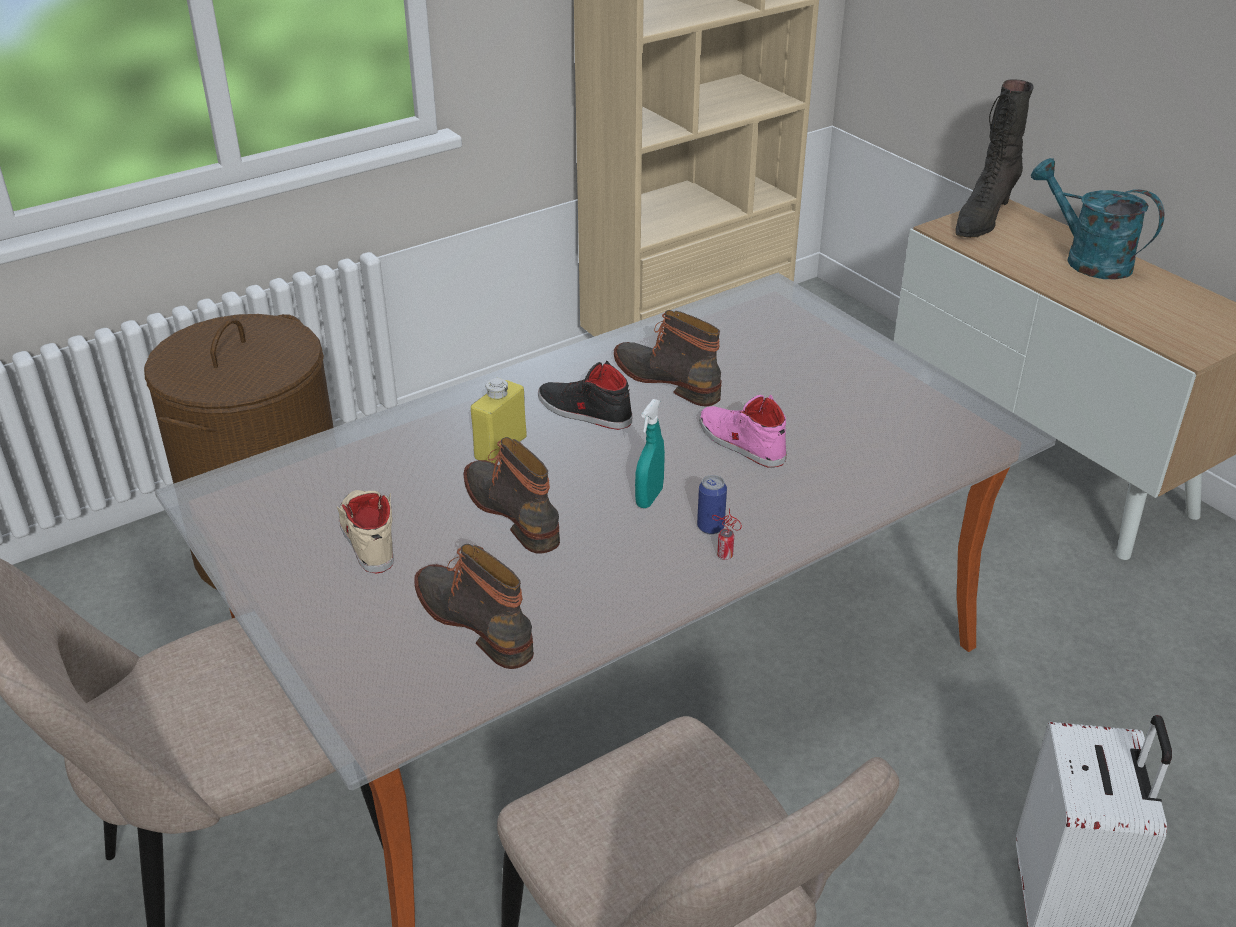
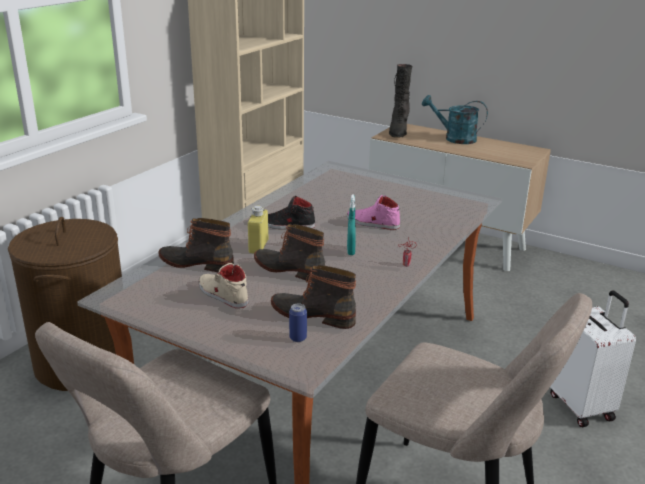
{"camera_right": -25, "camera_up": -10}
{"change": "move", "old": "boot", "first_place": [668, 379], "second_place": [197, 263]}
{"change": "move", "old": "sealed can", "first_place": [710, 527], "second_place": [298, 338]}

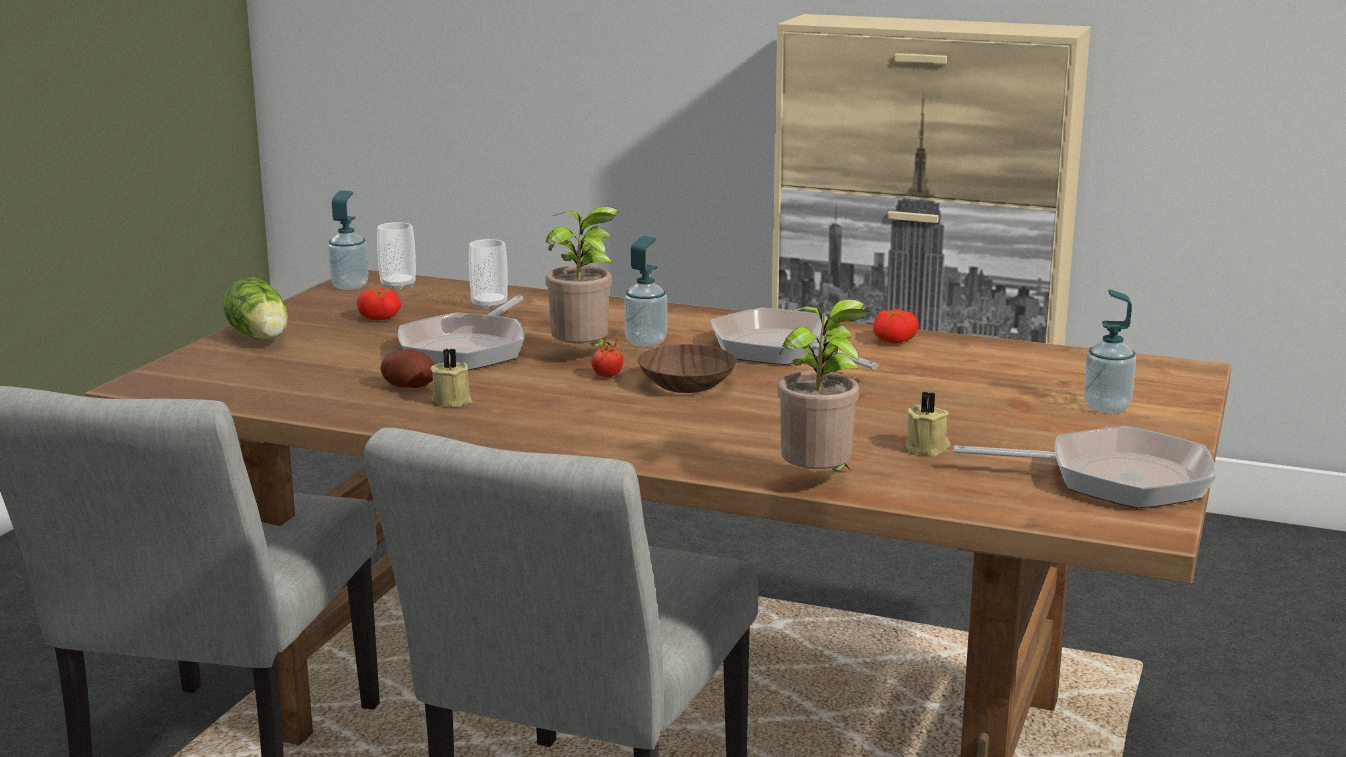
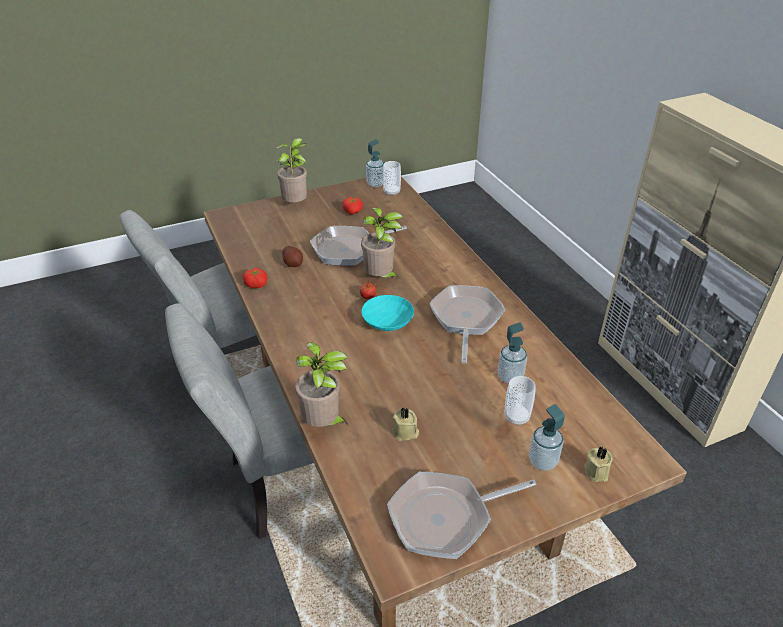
{"camera_right": 45, "camera_up": 20}
{"change": "move", "old": "candle (beige)", "first_place": [452, 400], "second_place": [597, 471]}
{"change": "move", "old": "cup", "first_place": [489, 306], "second_place": [516, 417]}
{"change": "move", "old": "soap dispenser", "first_place": [646, 342], "second_place": [510, 377]}
{"change": "move", "old": "fresh tomato", "first_place": [892, 340], "second_place": [256, 284]}
{"change": "replace", "old": "lettuce", "new": "houseplant", "first_place": [261, 338], "second_place": [296, 205]}
{"change": "recolor", "old": "deep dish (brown)", "new": "deep dish (turquoise-coloured)", "first_place": [686, 383], "second_place": [388, 320]}
{"change": "rotate", "old": "frying pan", "first_place": [1115, 479], "second_place": [446, 518], "degrees": 105}

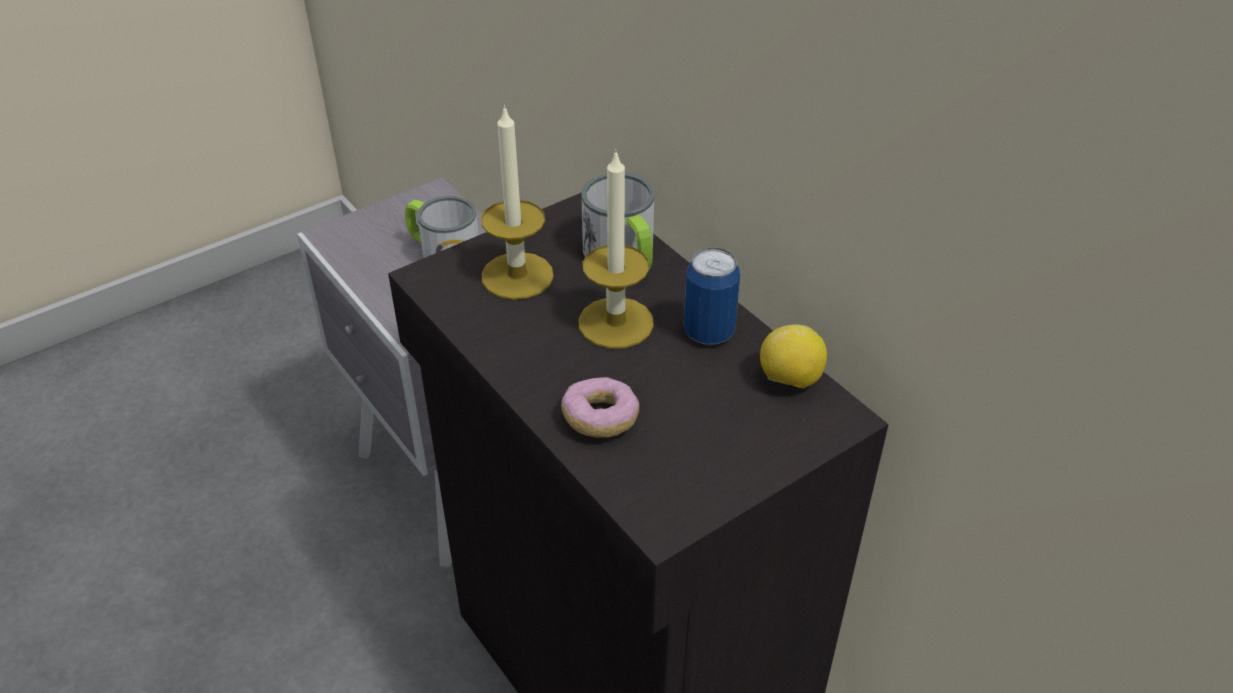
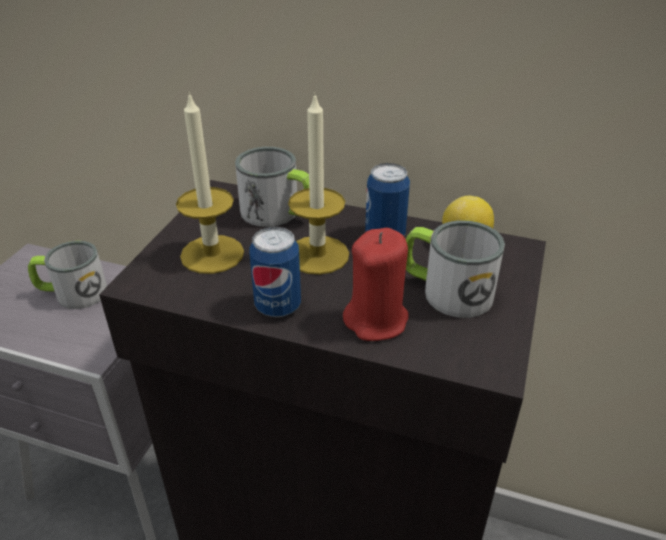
{"camera_right": -35, "camera_up": -5}
{"change": "insert", "new": "sealed can", "second_place": [278, 306]}
{"change": "insert", "new": "tea mug", "second_place": [446, 290]}
{"change": "replace", "old": "doughnut", "new": "candle (red-coloured)", "first_place": [600, 419], "second_place": [376, 320]}

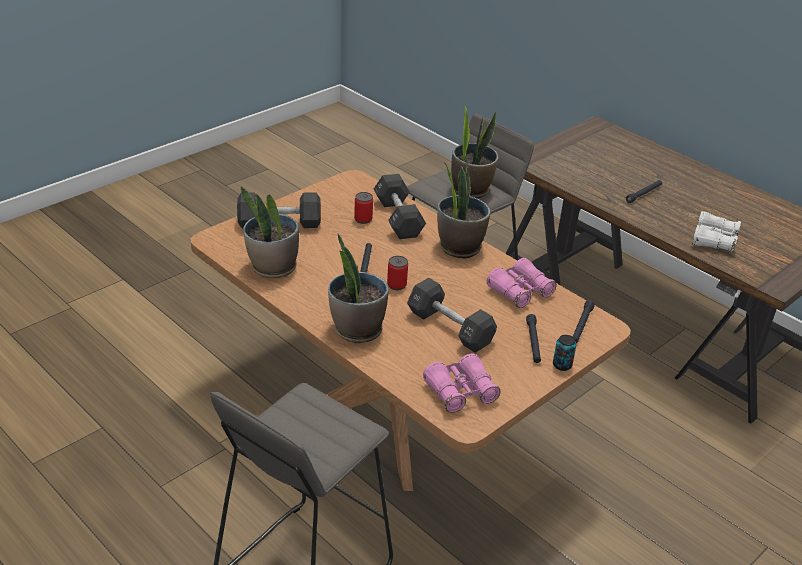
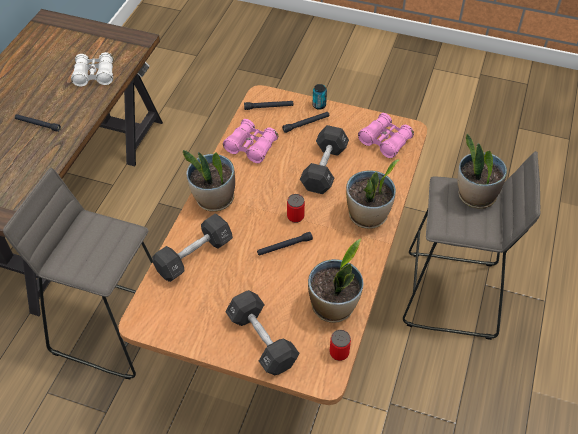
{"camera_right": -115, "camera_up": 15}
{"change": "move", "old": "sealed can", "first_place": [363, 219], "second_place": [339, 353]}
{"change": "move", "old": "houseplant", "first_place": [470, 190], "second_place": [475, 196]}

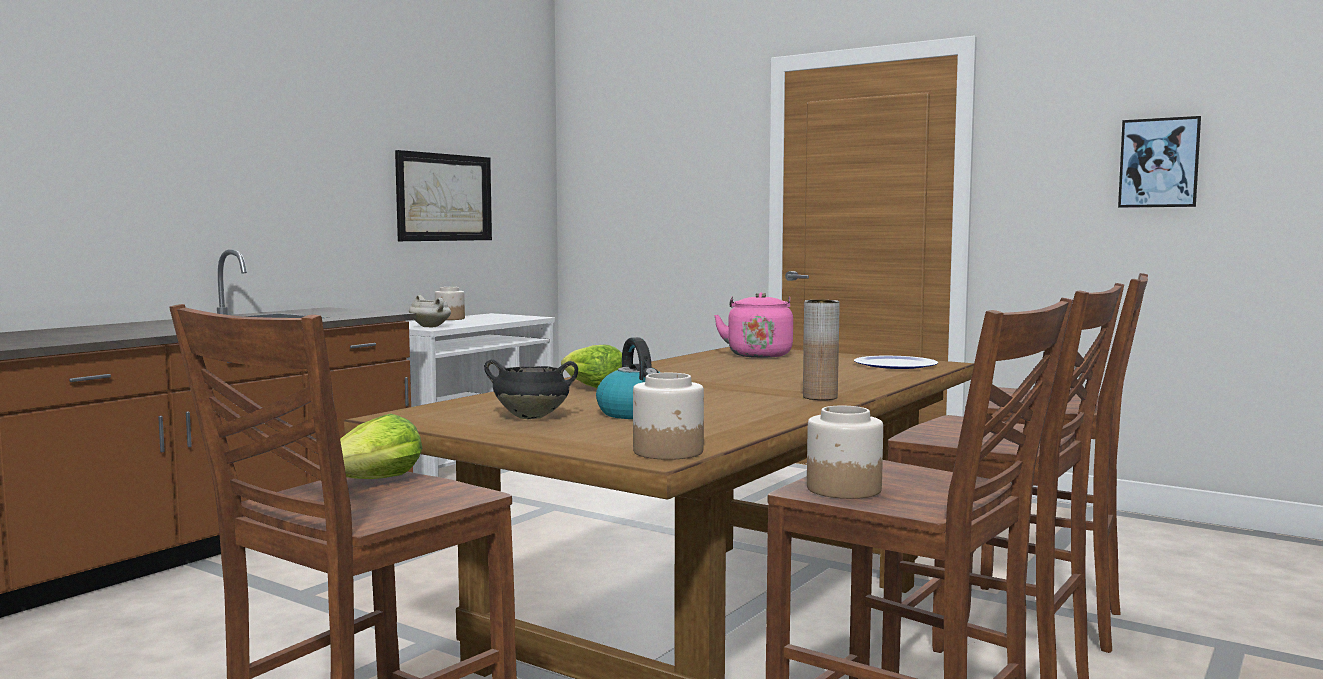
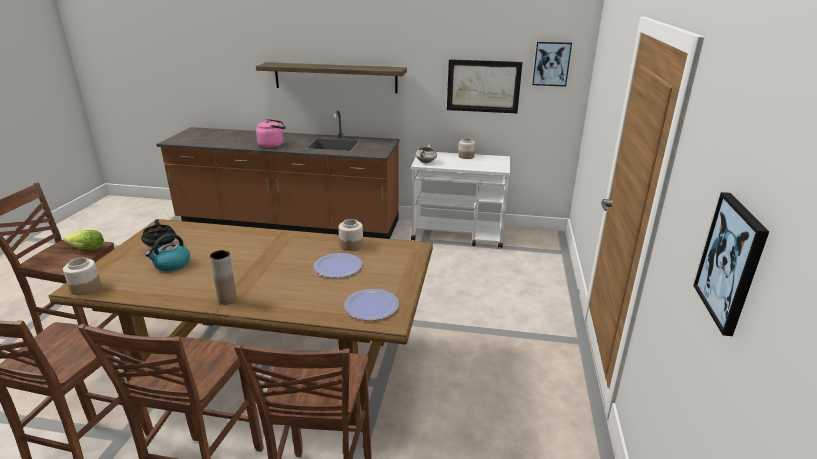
{"camera_right": 65, "camera_up": 20}
{"change": "delete", "old": "lettuce", "first_place": [592, 388]}
{"change": "insert", "new": "shelf", "second_place": [335, 77]}
{"change": "insert", "new": "flat dish", "second_place": [338, 266]}
{"change": "insert", "new": "wall art", "second_place": [551, 64]}
{"change": "move", "old": "water kettle (pinkish)", "first_place": [758, 354], "second_place": [273, 145]}
{"change": "move", "old": "storage jar", "first_place": [842, 489], "second_place": [351, 245]}

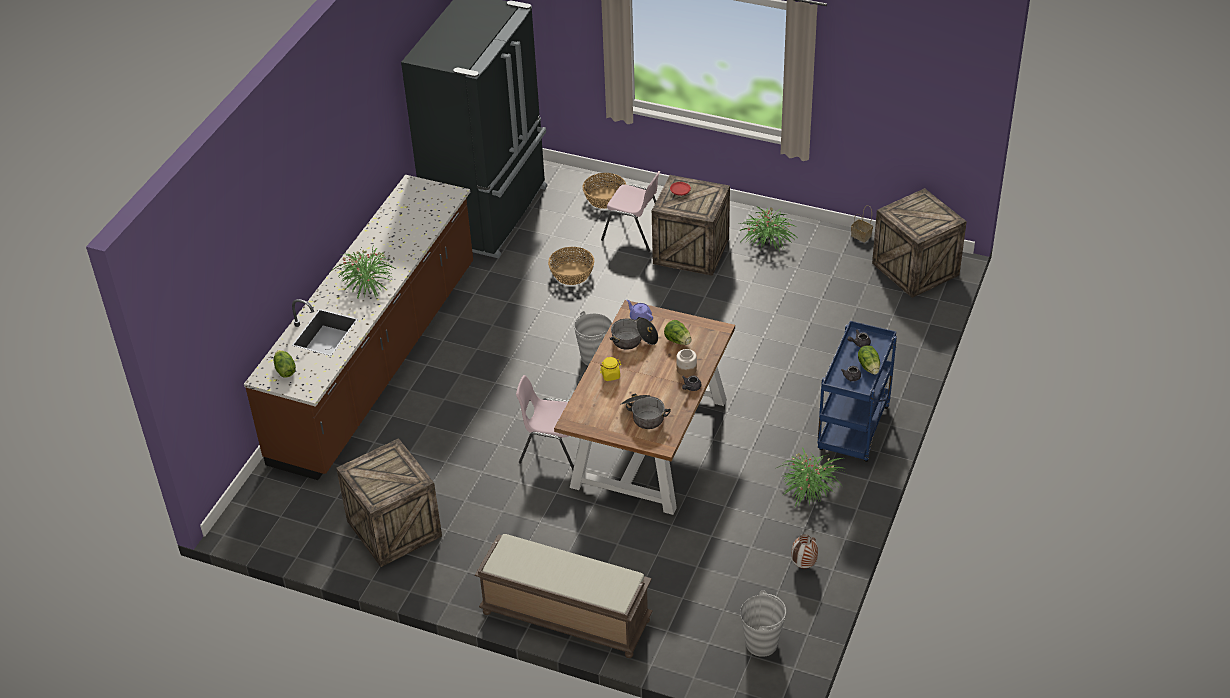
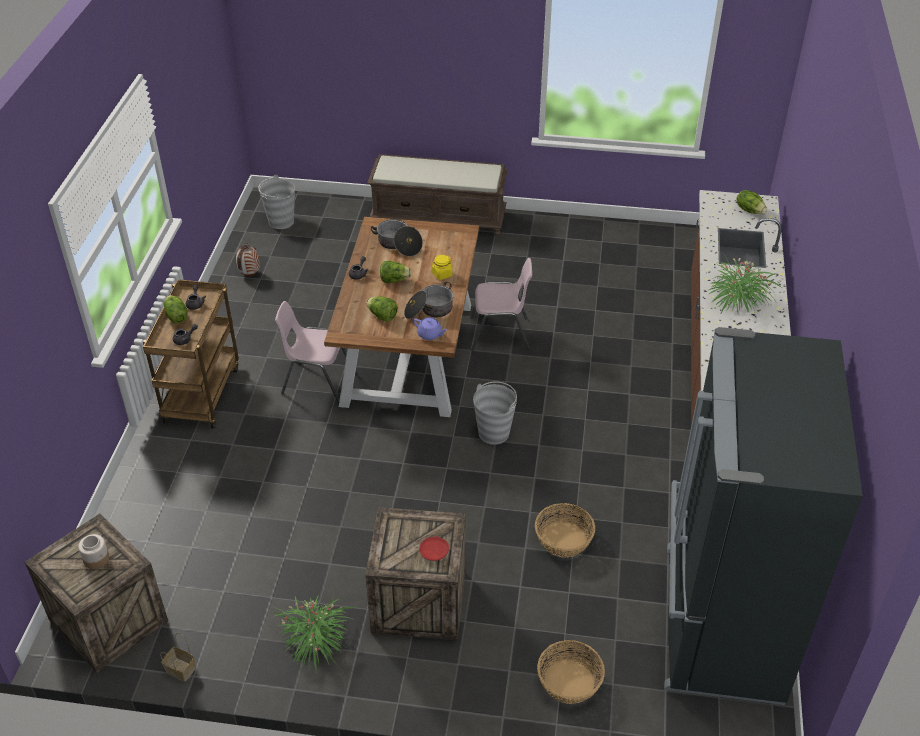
{"camera_right": 165, "camera_up": 0}
{"change": "delete", "old": "crate", "first_place": [393, 528]}
{"change": "delete", "old": "houseplant", "first_place": [809, 487]}
{"change": "insert", "new": "lettuce", "second_place": [394, 280]}
{"change": "move", "old": "plain chair (pinkish)", "first_place": [634, 233], "second_place": [316, 380]}
{"change": "move", "old": "storage jar", "first_place": [686, 369], "second_place": [96, 559]}
{"change": "recolor", "old": "cart (blue)", "new": "cart (brown)", "first_place": [854, 431], "second_place": [201, 393]}

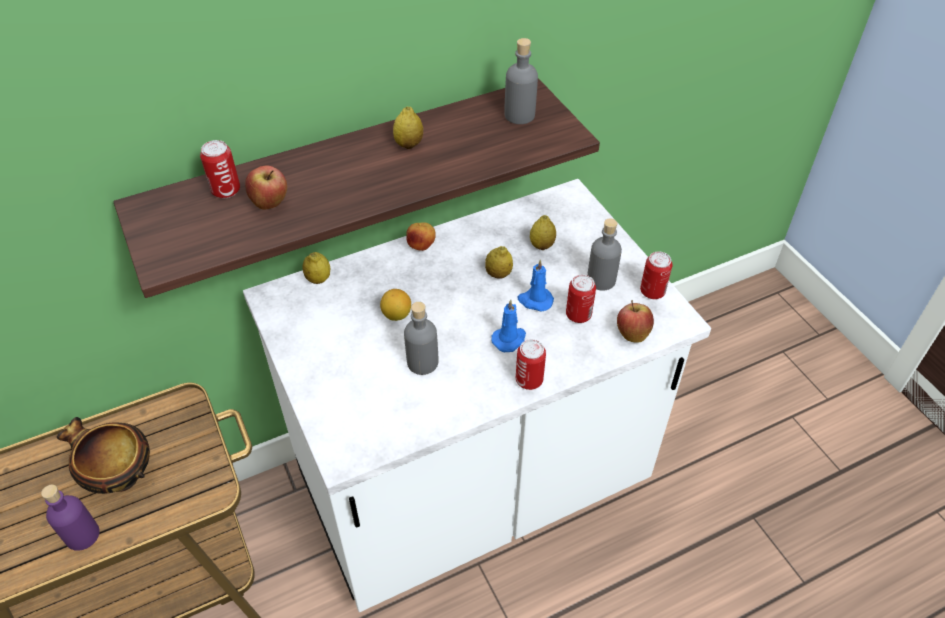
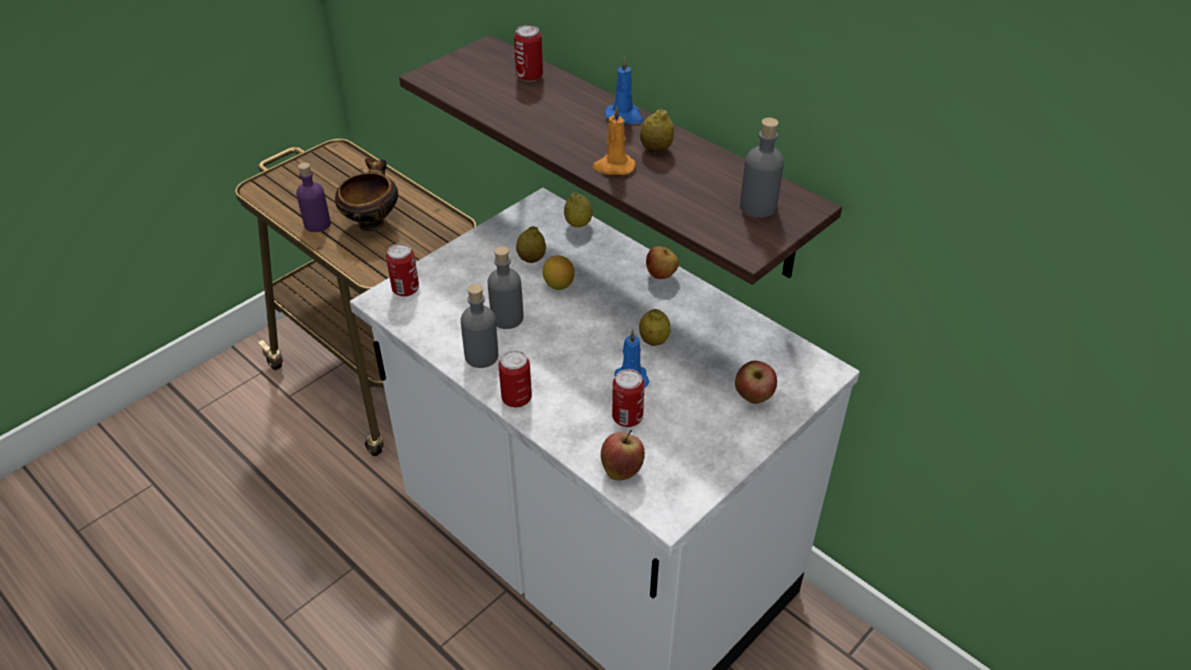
{"camera_right": 70, "camera_up": -5}
{"change": "insert", "new": "candle (orange)", "second_place": [613, 167]}
{"change": "move", "old": "apple", "first_place": [270, 203], "second_place": [753, 397]}
{"change": "move", "old": "candle (blue)", "first_place": [509, 339], "second_place": [625, 116]}
{"change": "move", "old": "citrus fruit", "first_place": [542, 245], "second_place": [531, 259]}
{"change": "move", "old": "drink bottle (greyish)", "first_place": [601, 280], "second_place": [481, 356]}
{"change": "move", "old": "sealed can", "first_place": [652, 292], "second_place": [405, 289]}

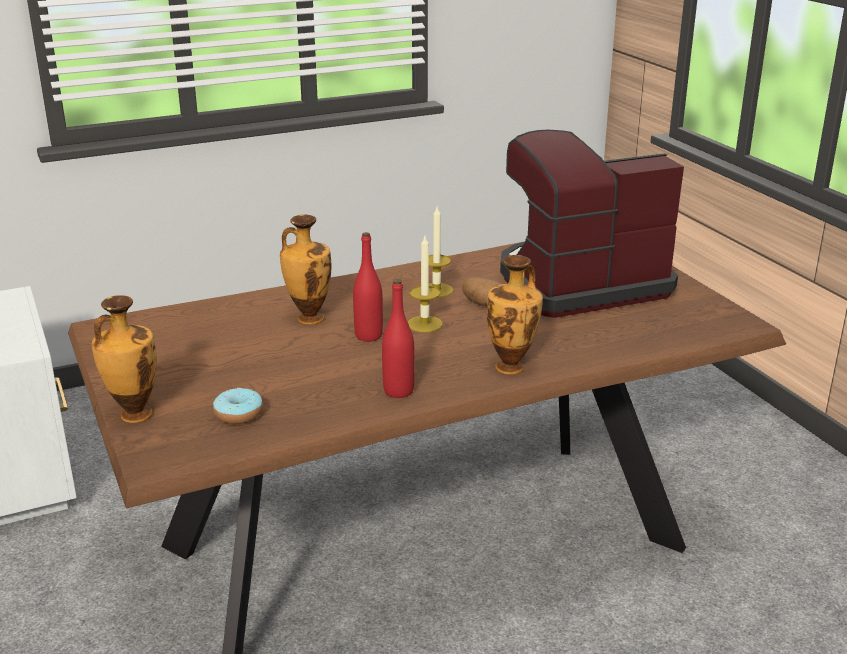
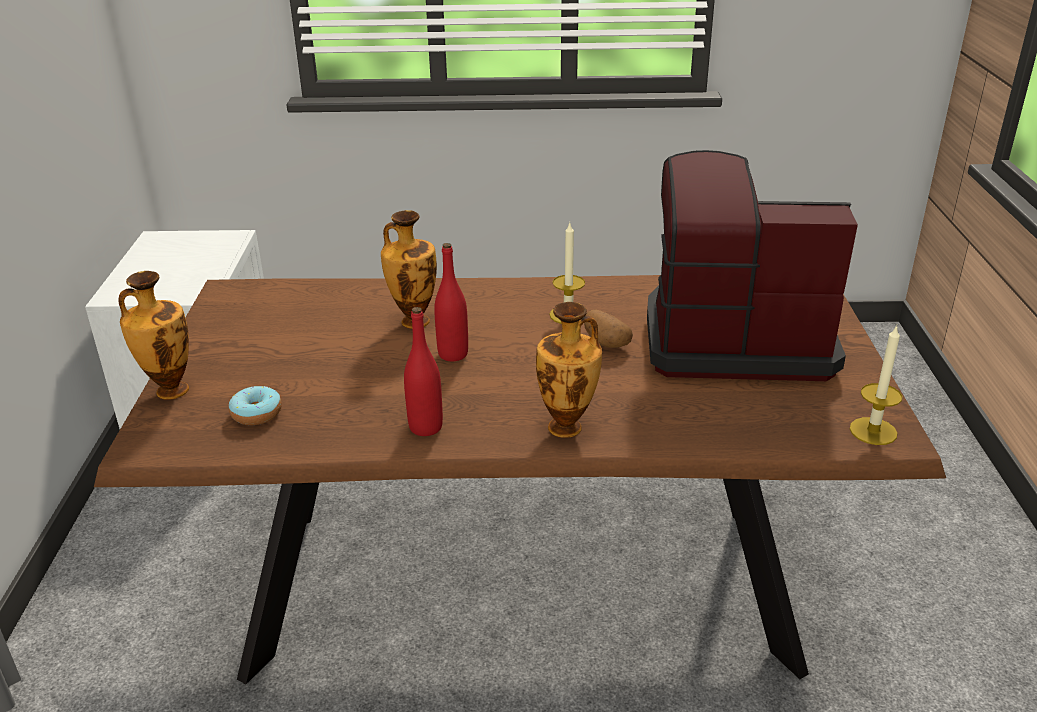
{"camera_right": 25, "camera_up": 5}
{"change": "move", "old": "candle", "first_place": [424, 324], "second_place": [873, 431]}

